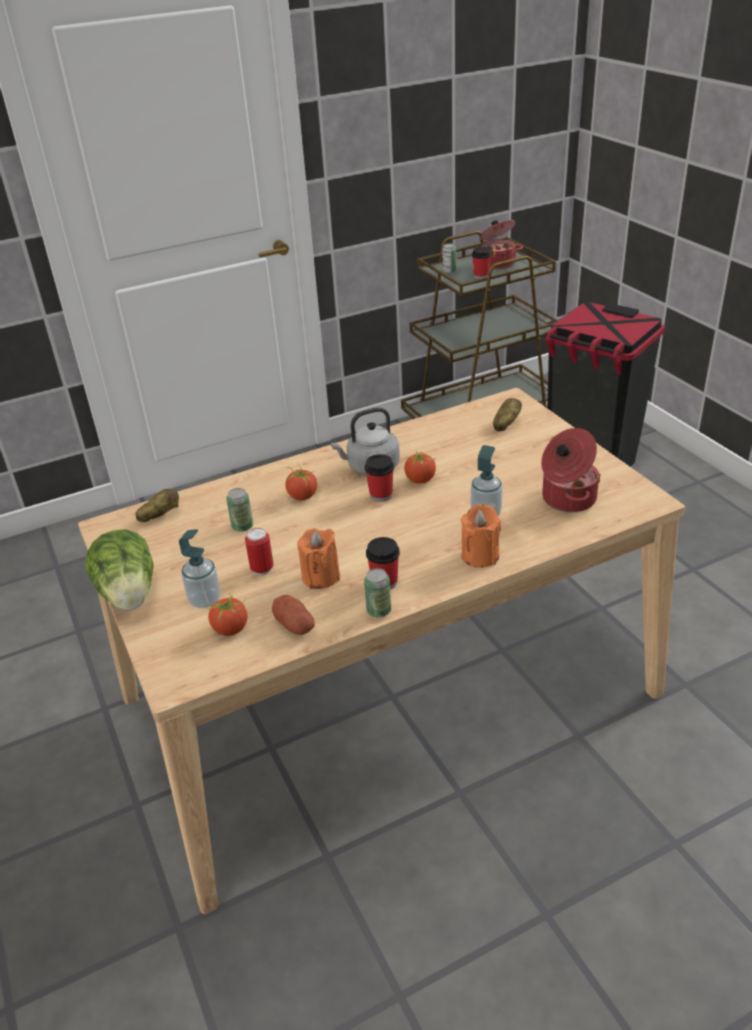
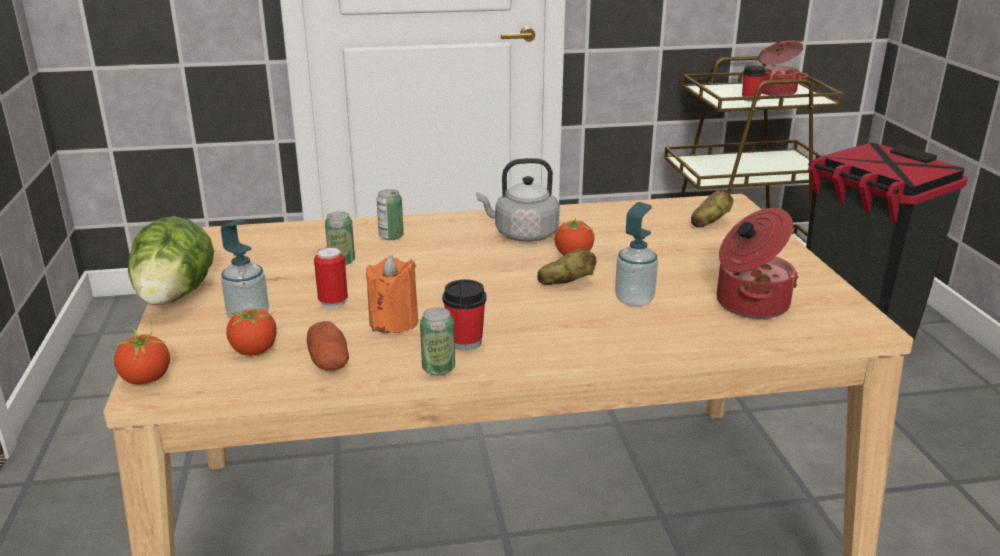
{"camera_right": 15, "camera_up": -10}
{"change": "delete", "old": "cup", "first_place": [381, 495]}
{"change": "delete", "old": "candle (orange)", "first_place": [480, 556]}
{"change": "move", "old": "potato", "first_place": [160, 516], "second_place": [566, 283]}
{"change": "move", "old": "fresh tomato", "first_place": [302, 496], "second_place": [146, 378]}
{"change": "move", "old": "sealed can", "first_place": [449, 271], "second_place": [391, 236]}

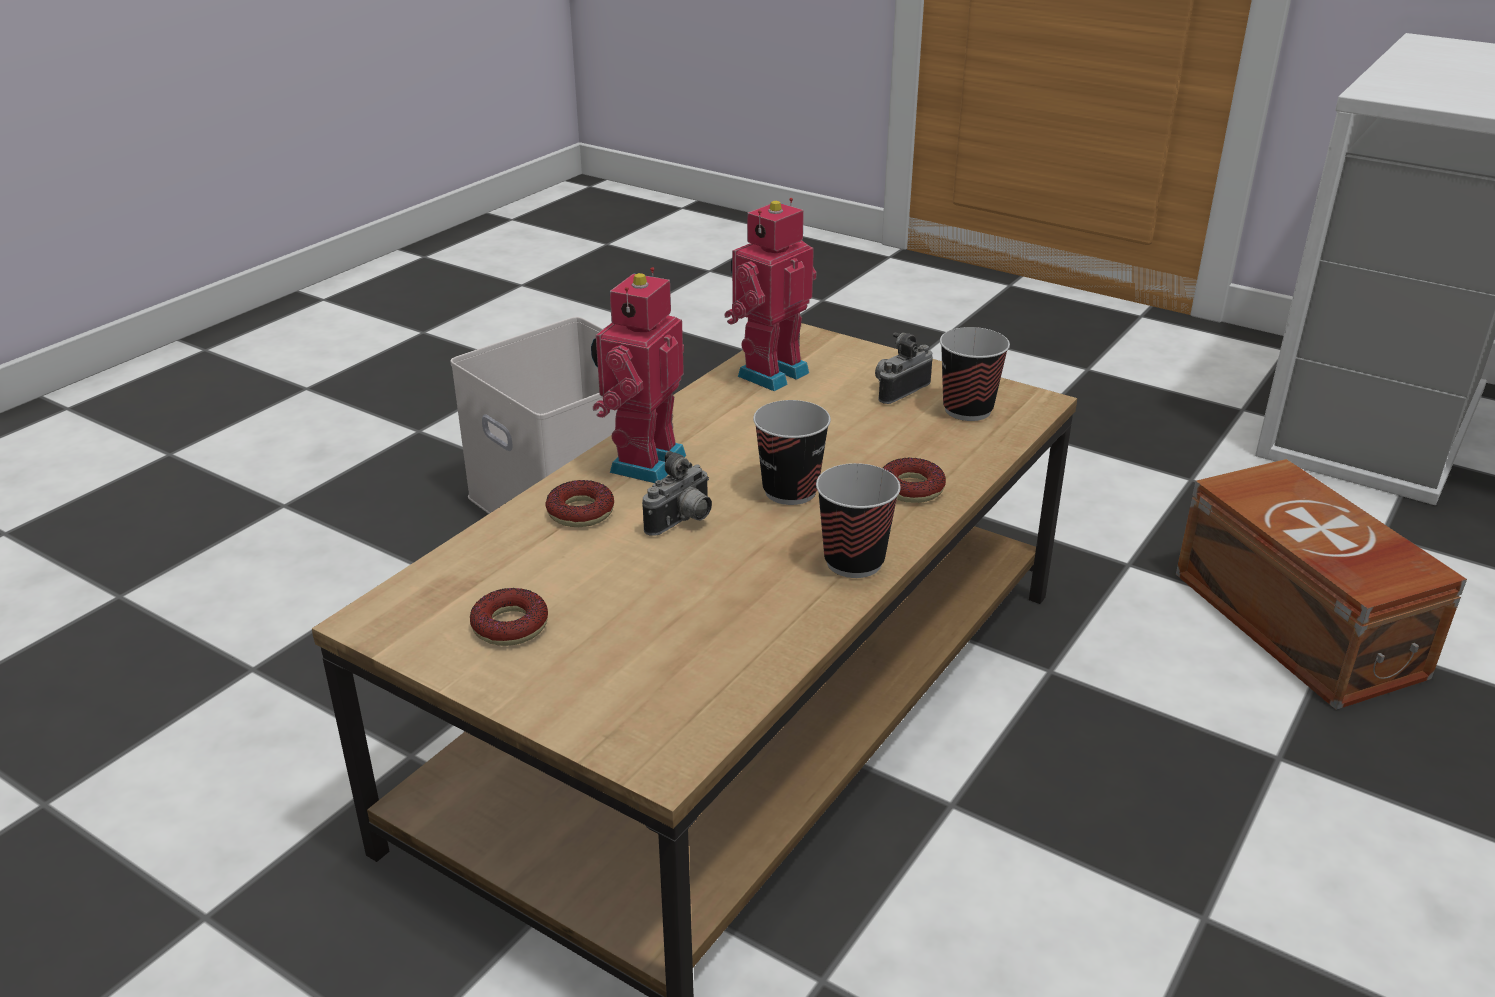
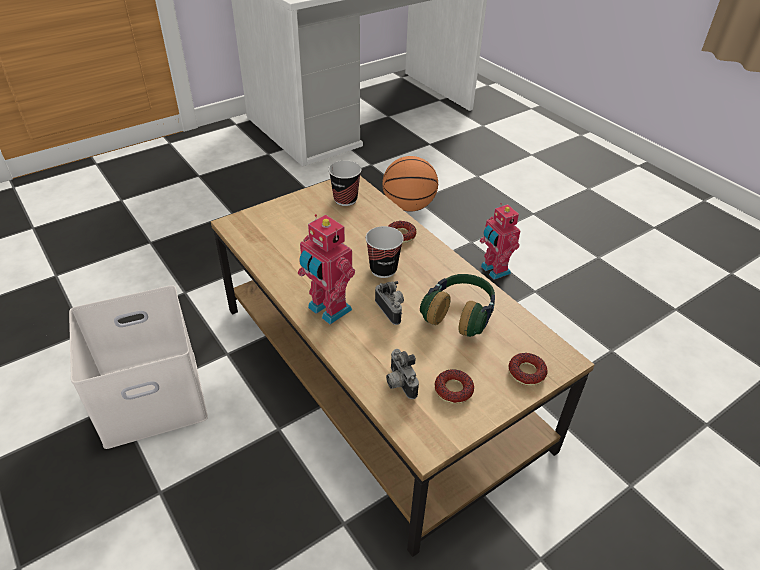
{"camera_right": -70, "camera_up": 10}
{"change": "delete", "old": "cup", "first_place": [854, 562]}
{"change": "insert", "new": "headphones", "second_place": [460, 314]}
{"change": "move", "old": "doughnut", "first_place": [580, 512], "second_place": [526, 373]}
{"change": "move", "old": "toy robot", "first_place": [769, 373], "second_place": [493, 270]}
{"change": "move", "old": "still camera", "first_place": [898, 390], "second_place": [399, 383]}
{"change": "replace", "old": "storage bin (brown)", "new": "basketball", "first_place": [1296, 626], "second_place": [408, 206]}

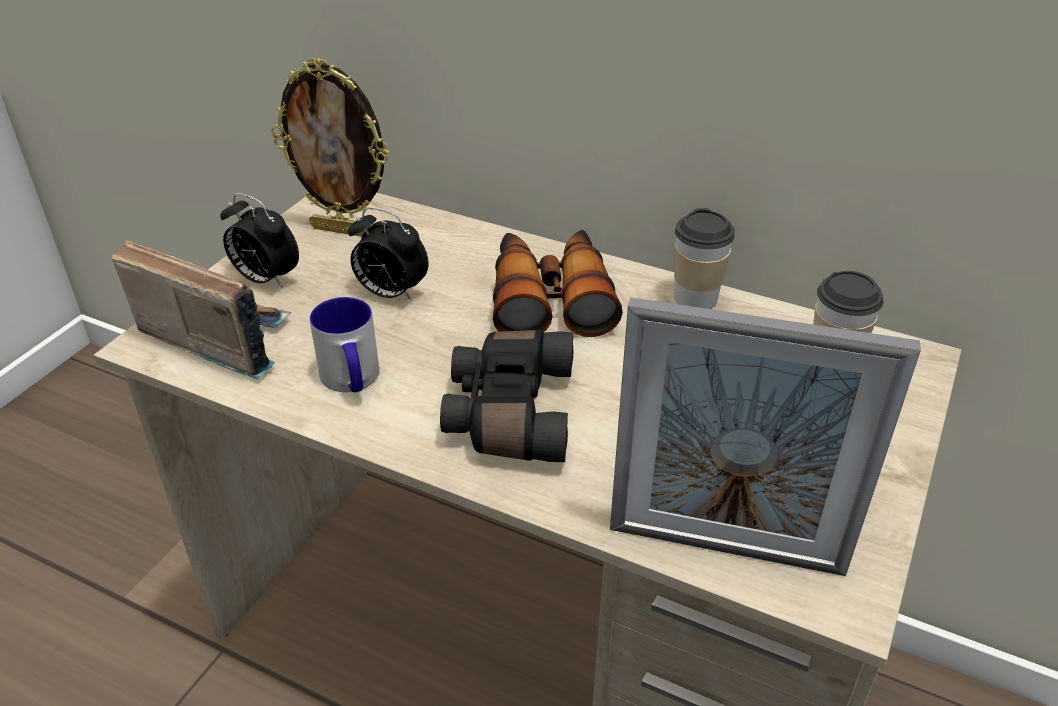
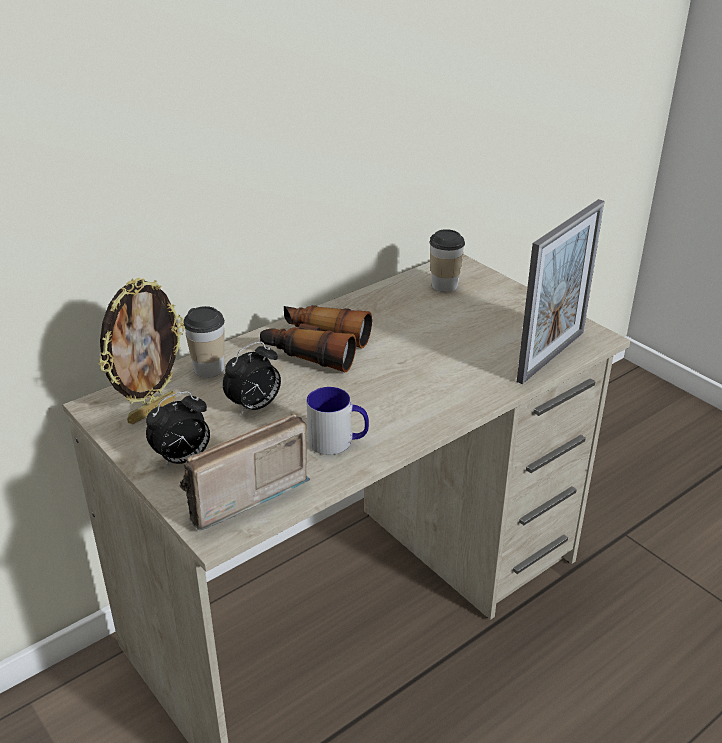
{"camera_right": -65, "camera_up": -5}
{"change": "delete", "old": "pair of binoculars (black-coloured)", "first_place": [507, 412]}
{"change": "move", "old": "cup", "first_place": [695, 298], "second_place": [209, 369]}

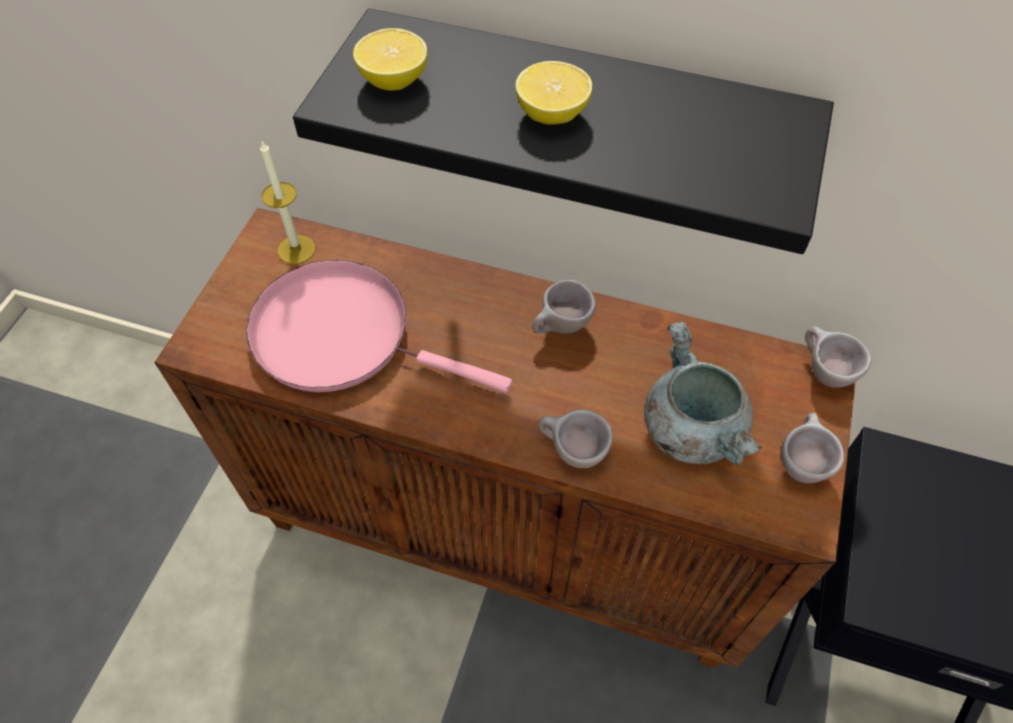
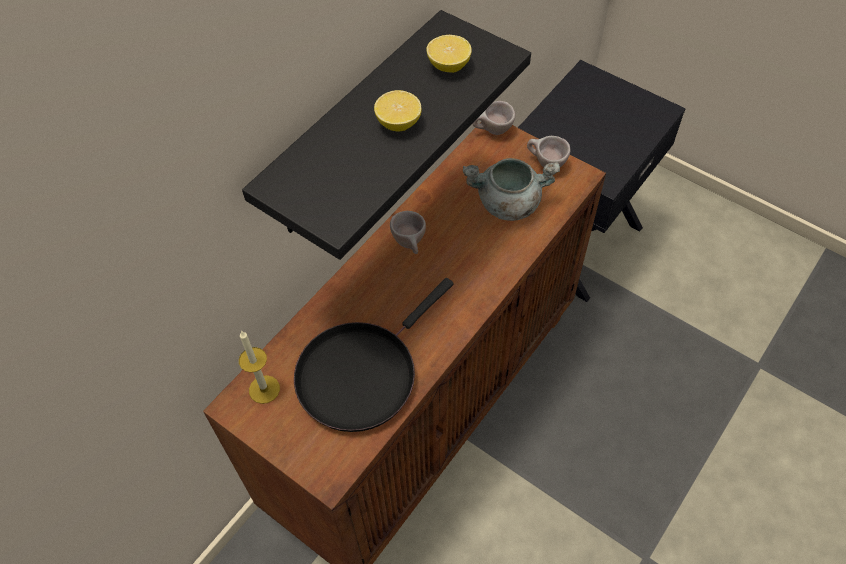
{"camera_right": -70, "camera_up": 0}
{"change": "delete", "old": "cup (beige)", "first_place": [571, 452]}
{"change": "move", "old": "citrus fruit", "first_place": [394, 80], "second_place": [448, 66]}
{"change": "recolor", "old": "frying pan (pinkish)", "new": "frying pan (black-coloured)", "first_place": [342, 335], "second_place": [361, 373]}

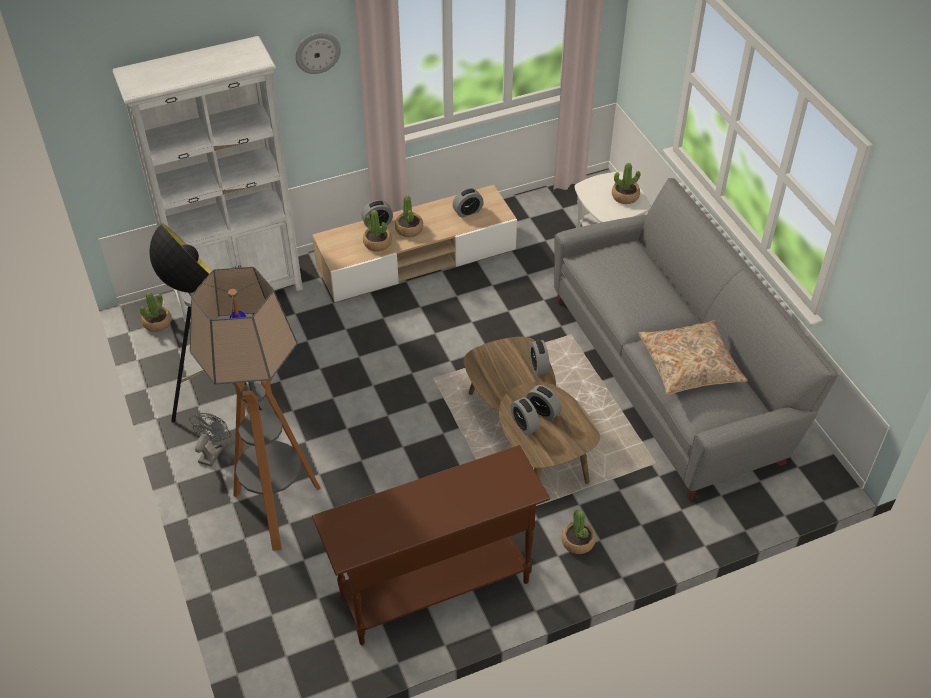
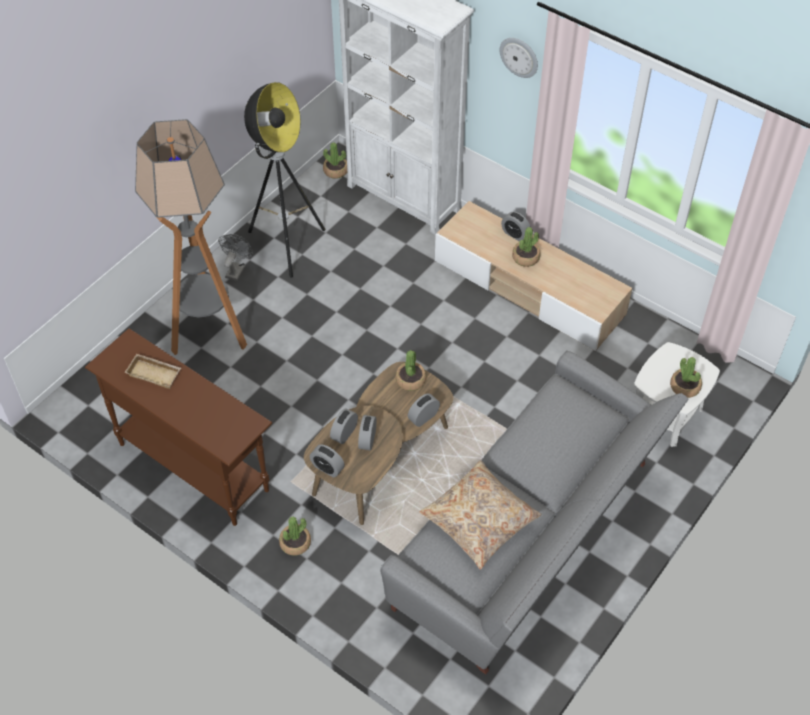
{"camera_right": 60, "camera_up": 5}
{"change": "insert", "new": "serving tray (beige)", "second_place": [155, 373]}
{"change": "move", "old": "houseplant", "first_place": [377, 243], "second_place": [410, 380]}
{"change": "move", "old": "alarm clock", "first_place": [468, 212], "second_place": [327, 468]}
{"change": "rotate", "old": "electric fan (greyish)", "first_place": [212, 452], "second_place": [236, 269], "degrees": -60}

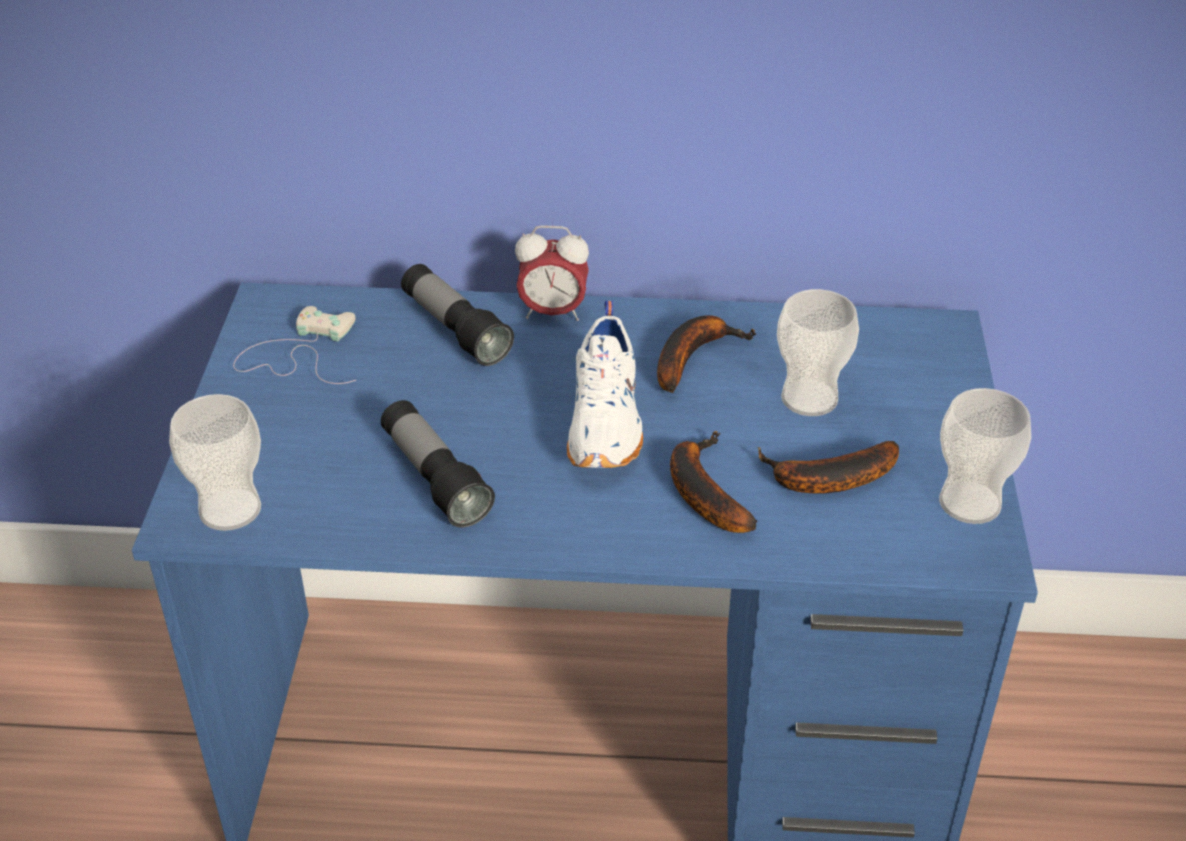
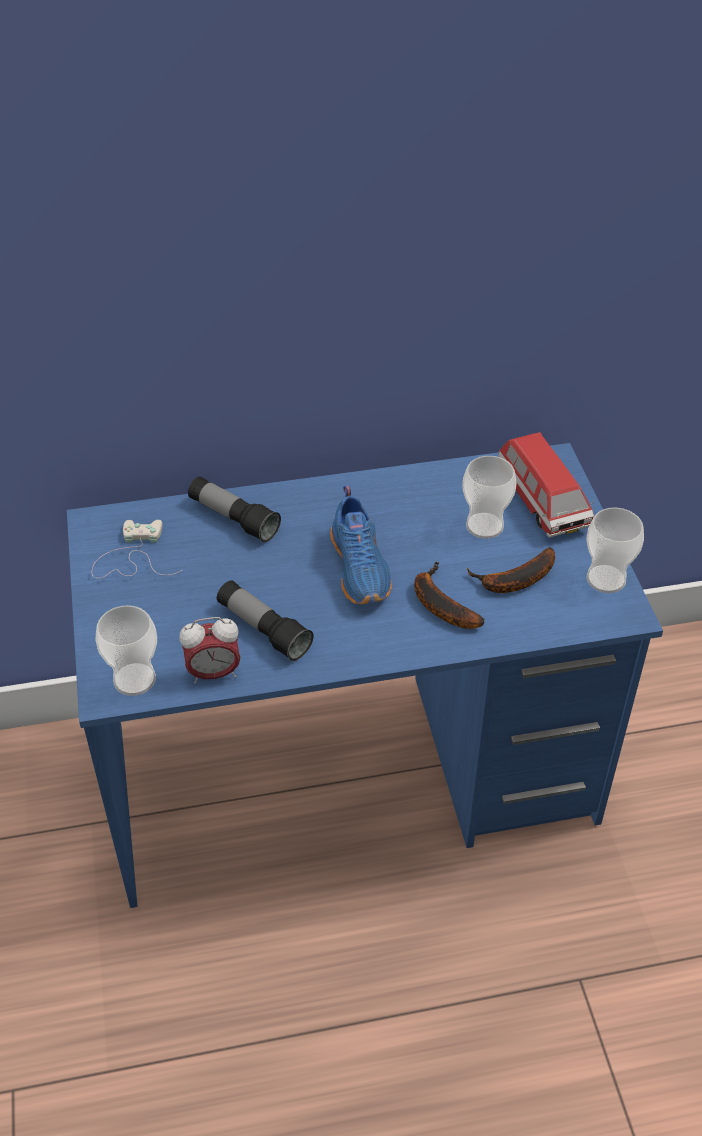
{"camera_right": -15, "camera_up": 5}
{"change": "delete", "old": "banana fruit", "first_place": [692, 356]}
{"change": "insert", "new": "miniature car", "second_place": [542, 501]}
{"change": "move", "old": "alarm clock", "first_place": [553, 312], "second_place": [213, 673]}
{"change": "recolor", "old": "shoe (whitish)", "new": "shoe (blue)", "first_place": [607, 422], "second_place": [361, 567]}

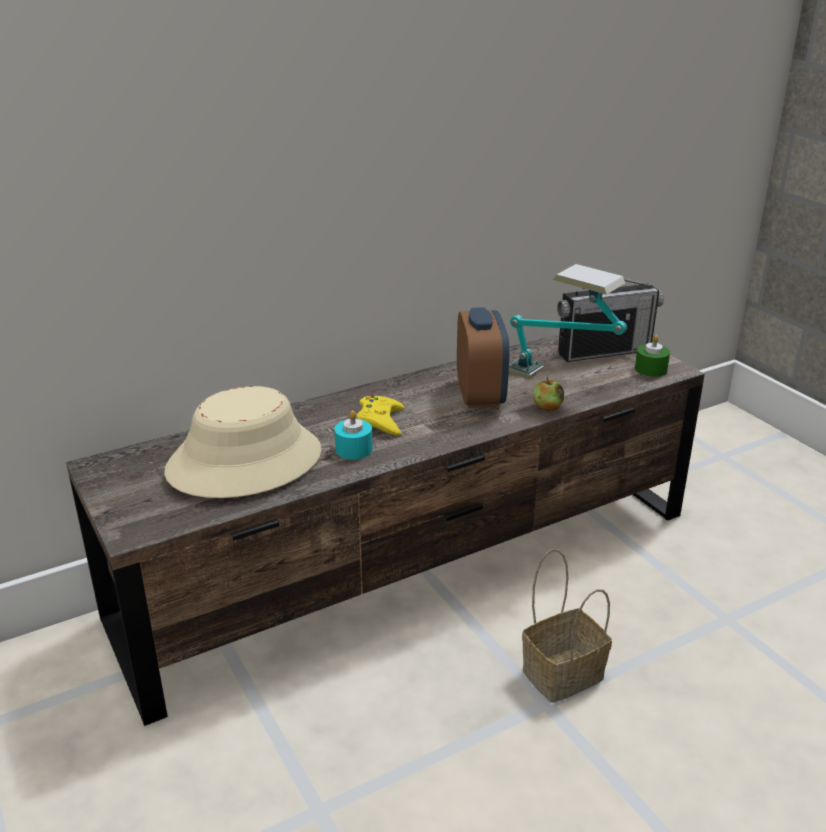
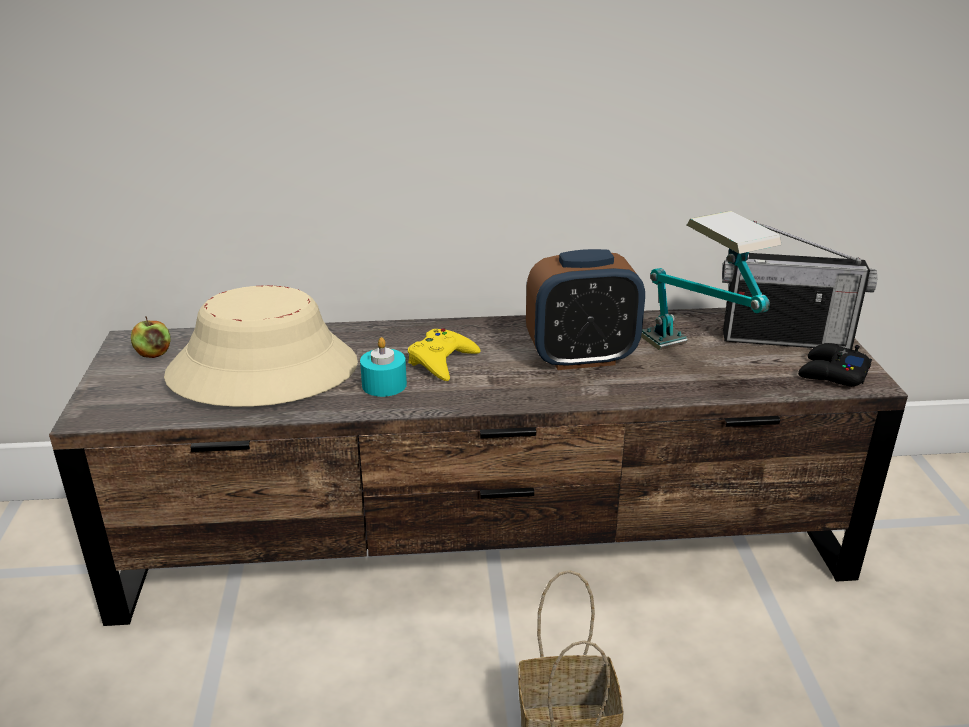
{"camera_right": 25, "camera_up": 0}
{"change": "move", "old": "apple", "first_place": [547, 407], "second_place": [153, 353]}
{"change": "replace", "old": "candle (green)", "new": "game controller (black-coloured)", "first_place": [651, 369], "second_place": [832, 374]}
{"change": "rotate", "old": "alarm clock", "first_place": [480, 395], "second_place": [581, 358], "degrees": 60}

